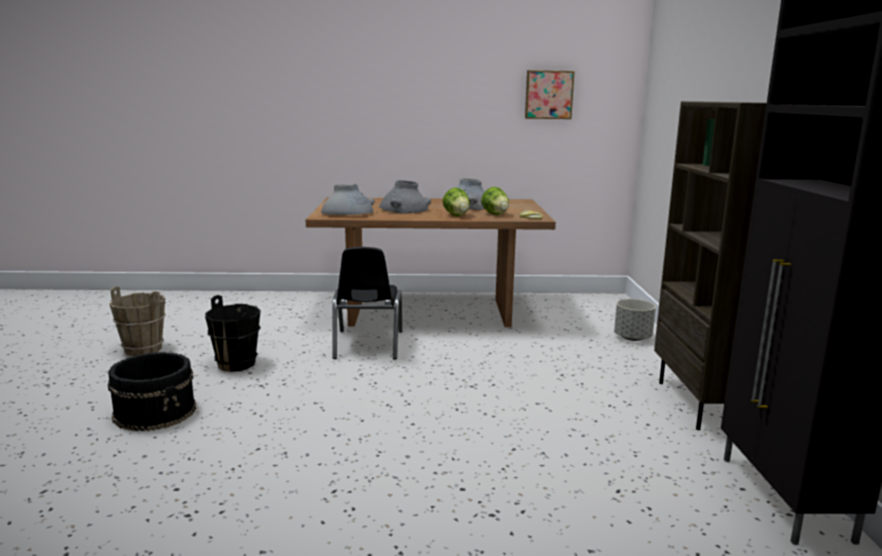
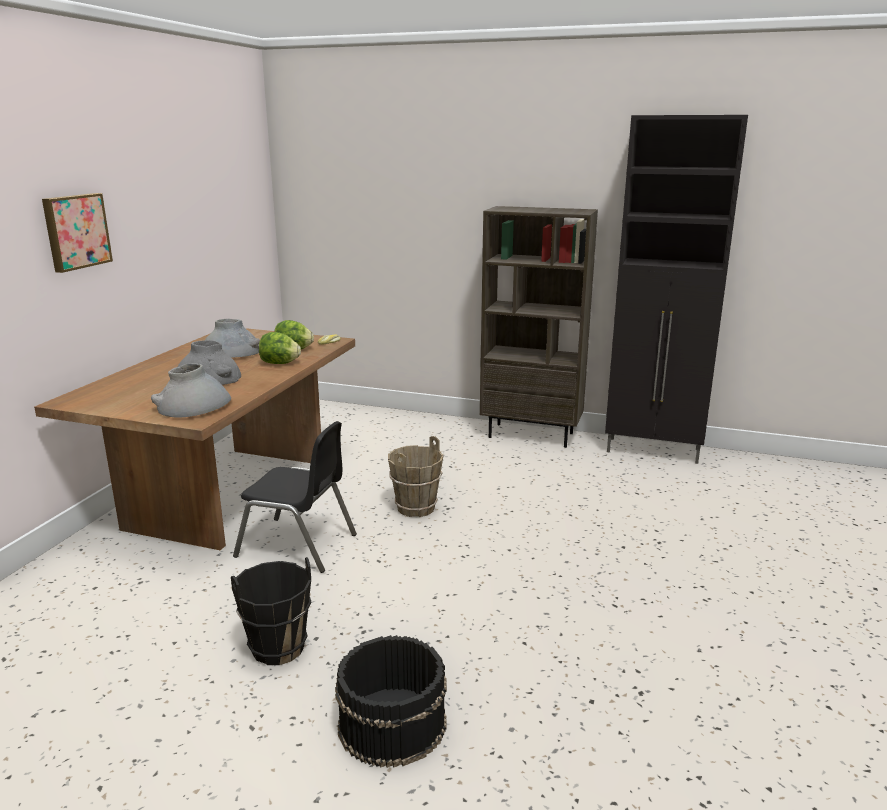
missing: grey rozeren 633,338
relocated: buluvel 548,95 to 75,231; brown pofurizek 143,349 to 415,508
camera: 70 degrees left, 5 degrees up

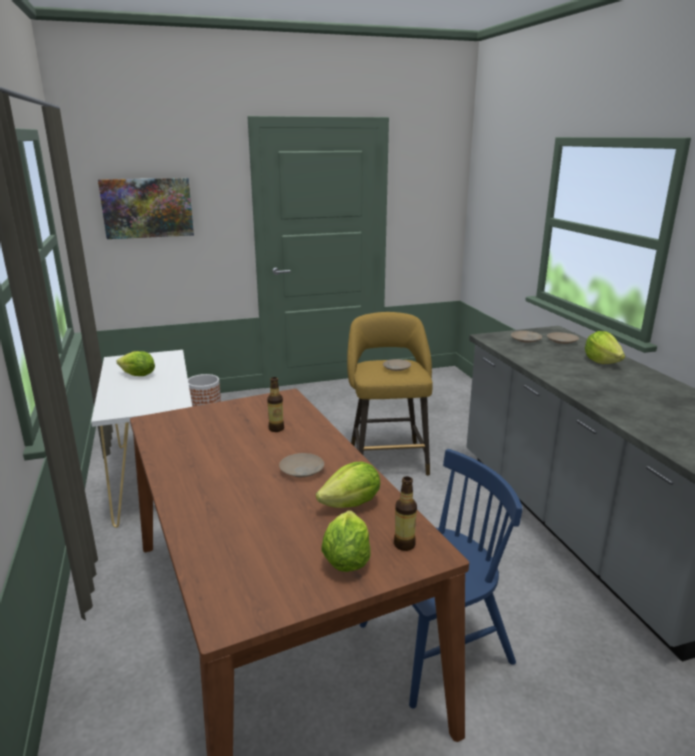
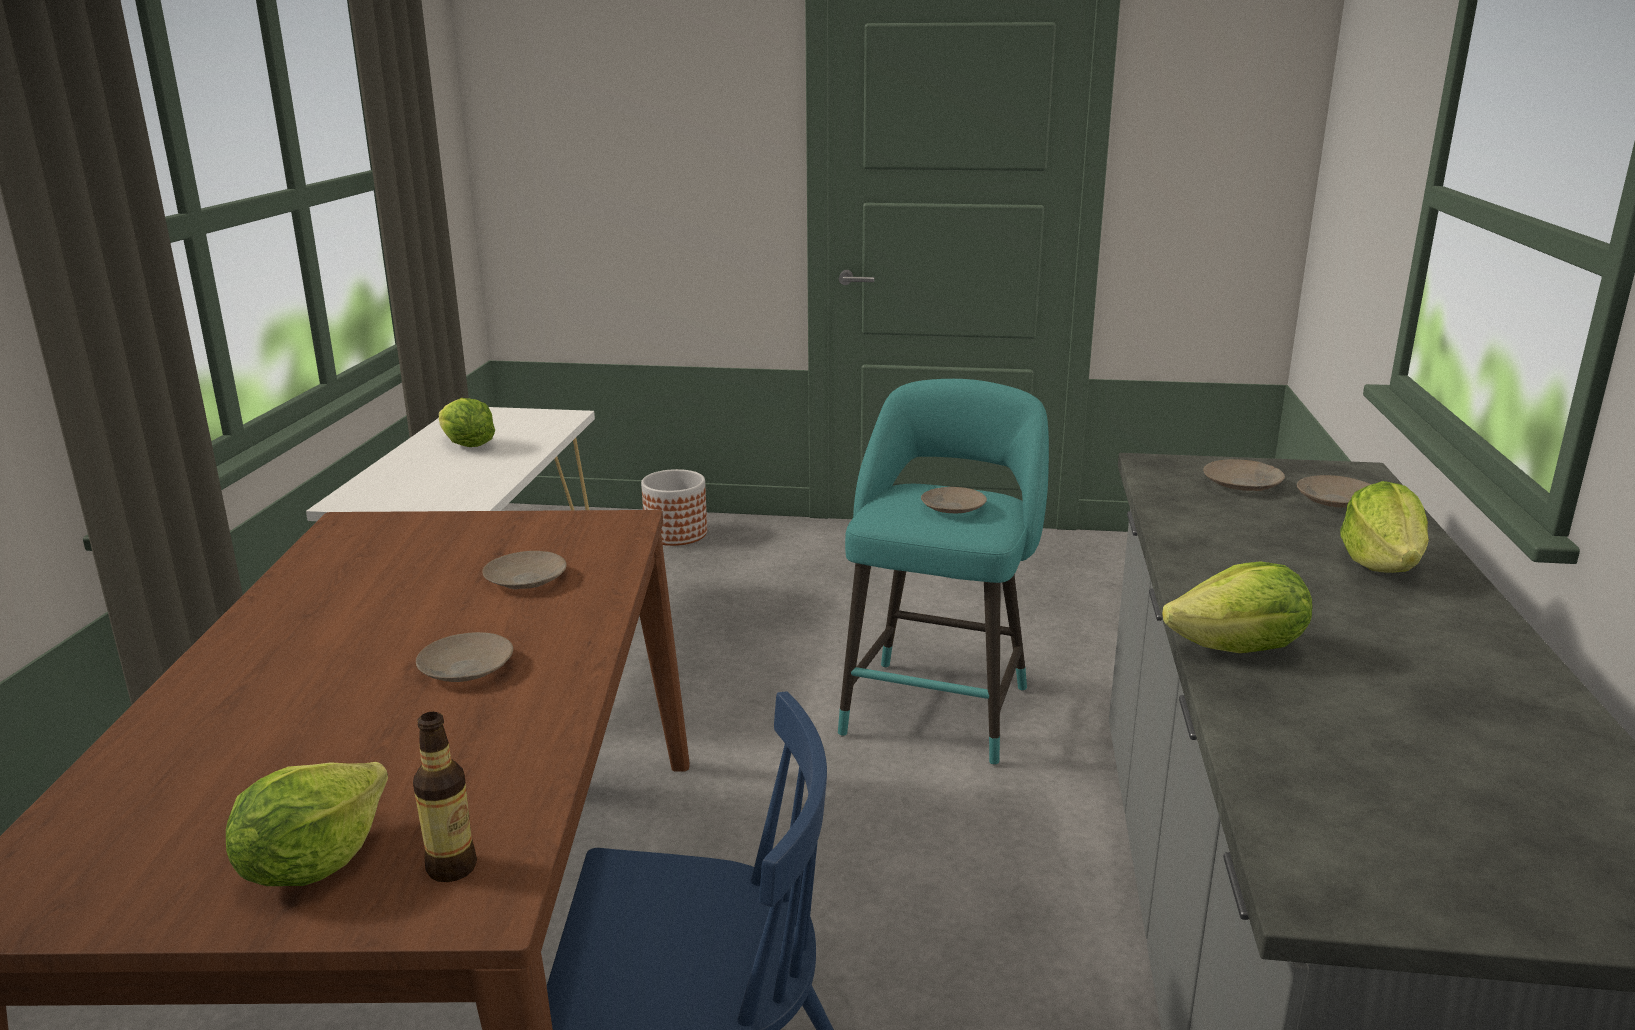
missing: buluvel 147,208
relocated: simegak 351,504 to 1239,650
exchanged: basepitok 276,429 to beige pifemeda 526,579
colour: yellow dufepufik 387,457 to turquoise dufepufik 938,705
camera: 25 degrees right, 0 degrees up

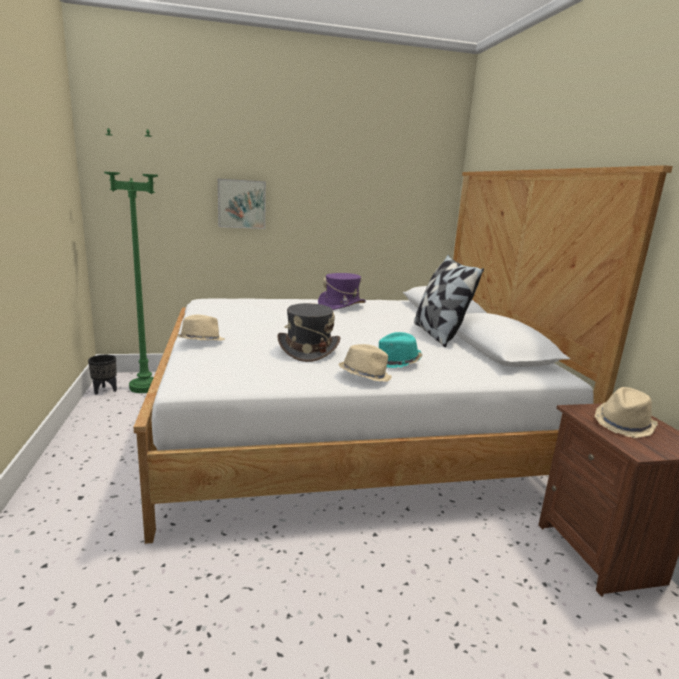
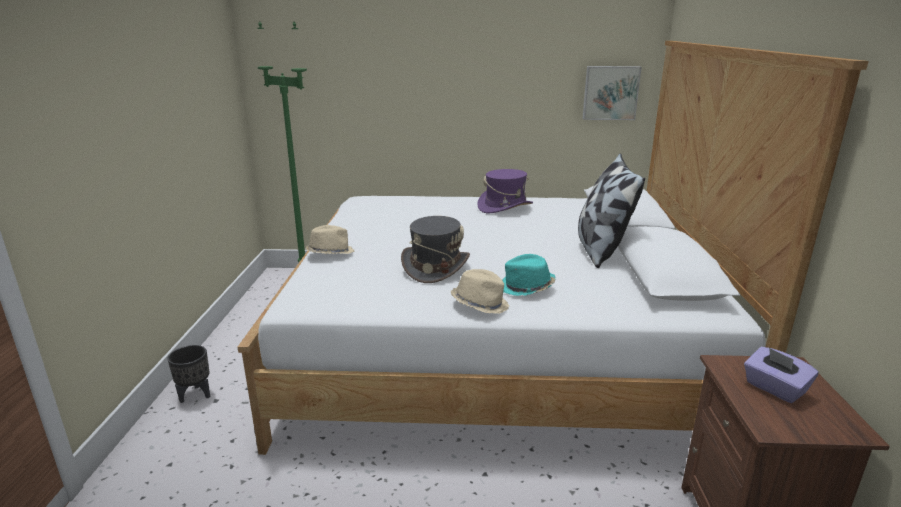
relocated: black rozeren 105,390 to 196,394; buluvel 241,204 to 610,93
exchanged: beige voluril 624,424 to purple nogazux 774,388
camera: 15 degrees right, 5 degrees up

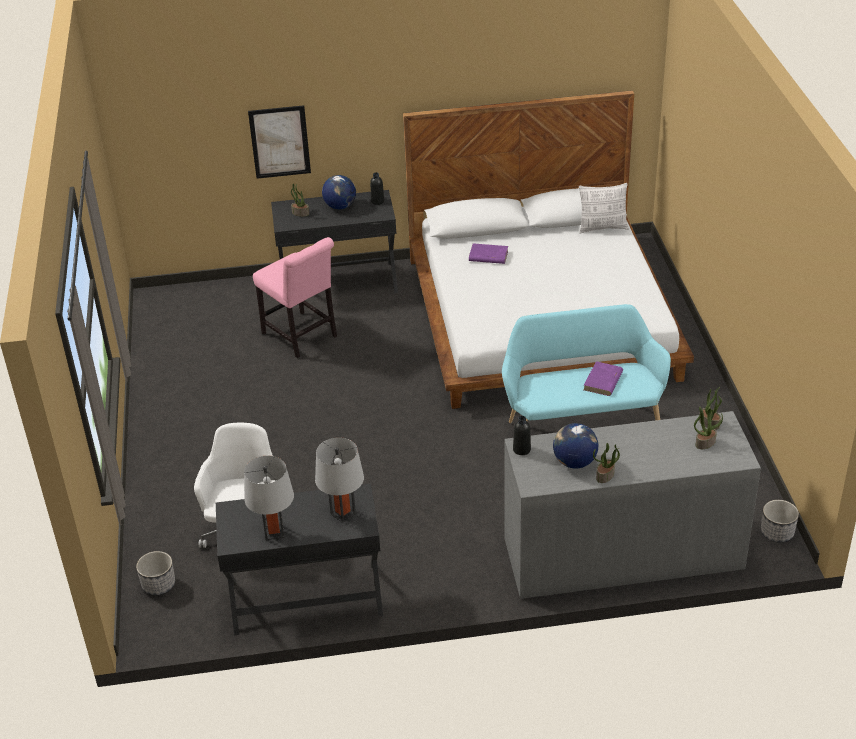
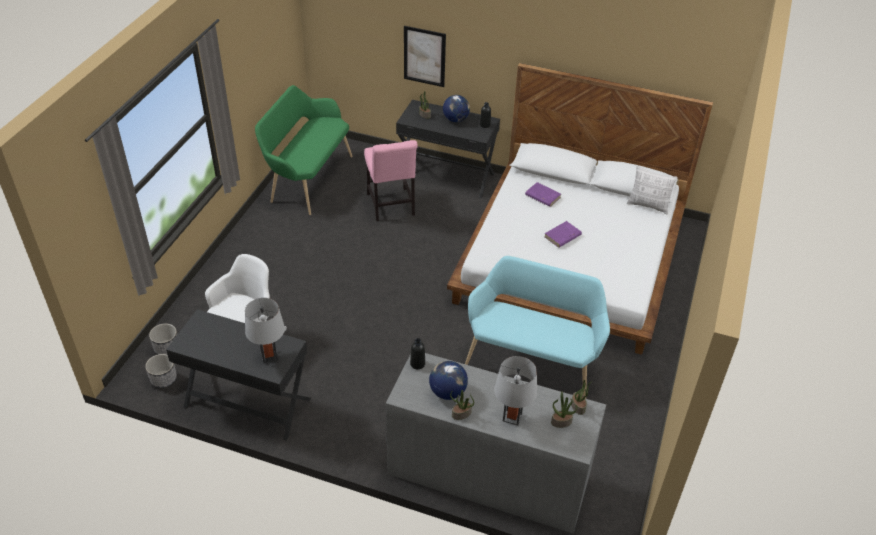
appeared: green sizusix 307,179
relocated: rozeren 777,533 to 163,379; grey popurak 274,532 to 512,417; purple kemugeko 603,381 to 562,236
camera: 25 degrees right, 5 degrees up

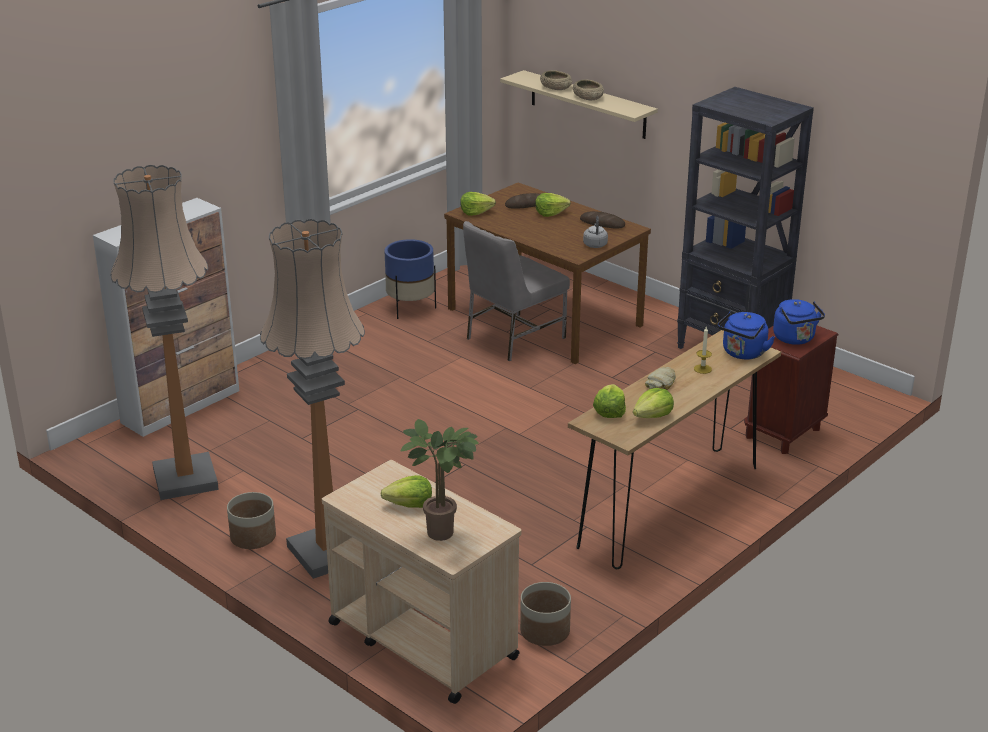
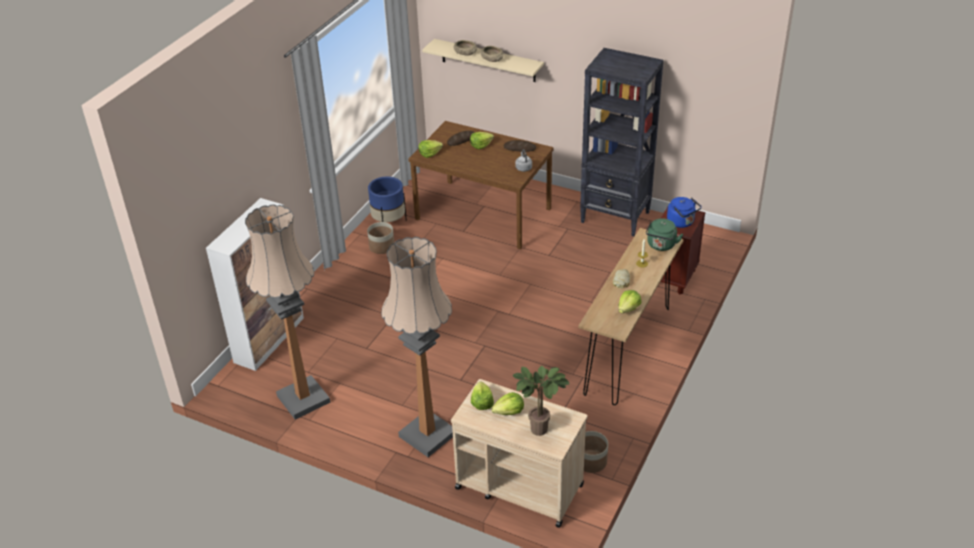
missing: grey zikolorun 513,338
relocated: rozeren 253,537 to 382,247; simegak 609,411 to 481,402
colour: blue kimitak 743,353 to green kimitak 661,246
camera: 15 degrees left, 10 degrees up

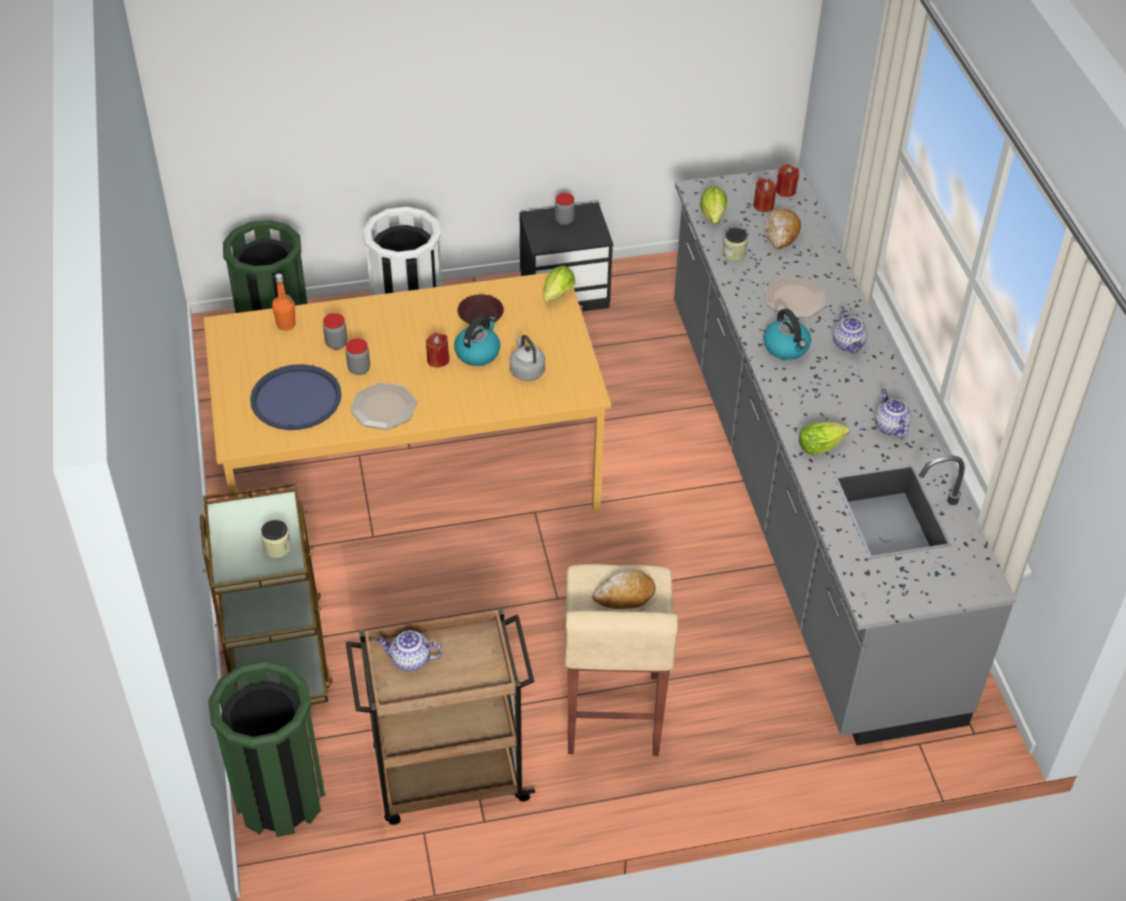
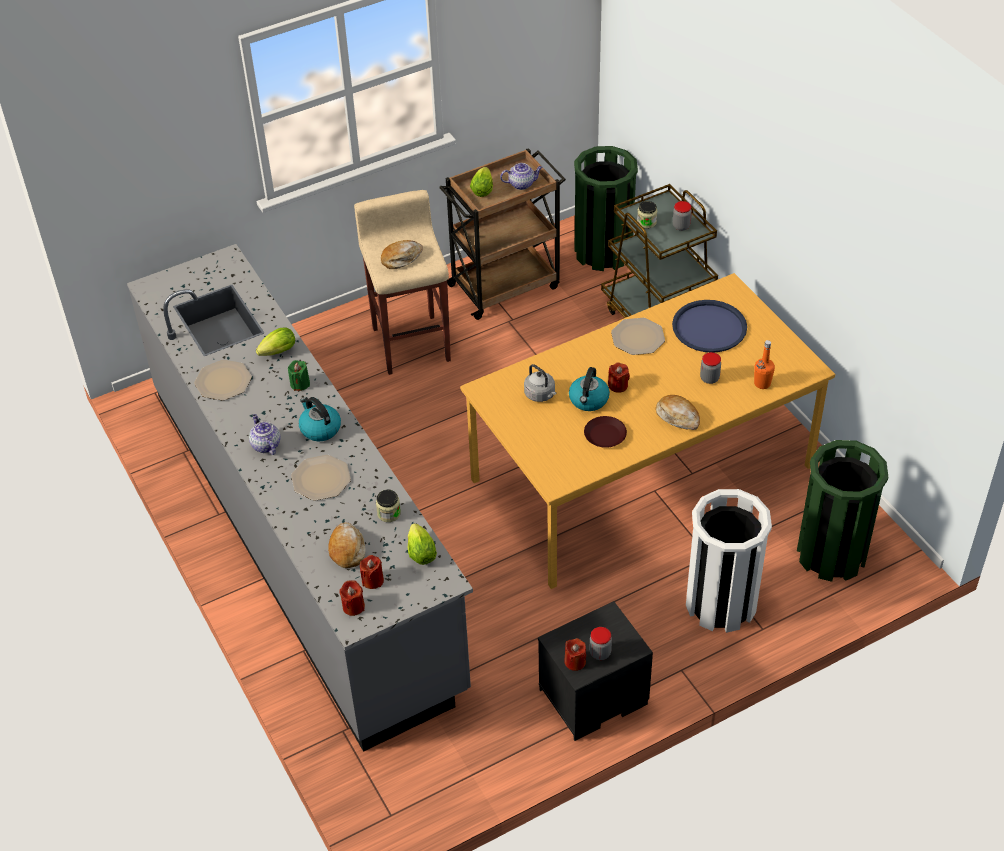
appeared: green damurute 300,384; red damurute 575,662; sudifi 678,416
relocated: simegak 556,296 to 483,189; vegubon 359,369 to 681,226
exchanged: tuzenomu 890,426 to pifemeda 224,381
camera: 165 degrees right, 0 degrees up

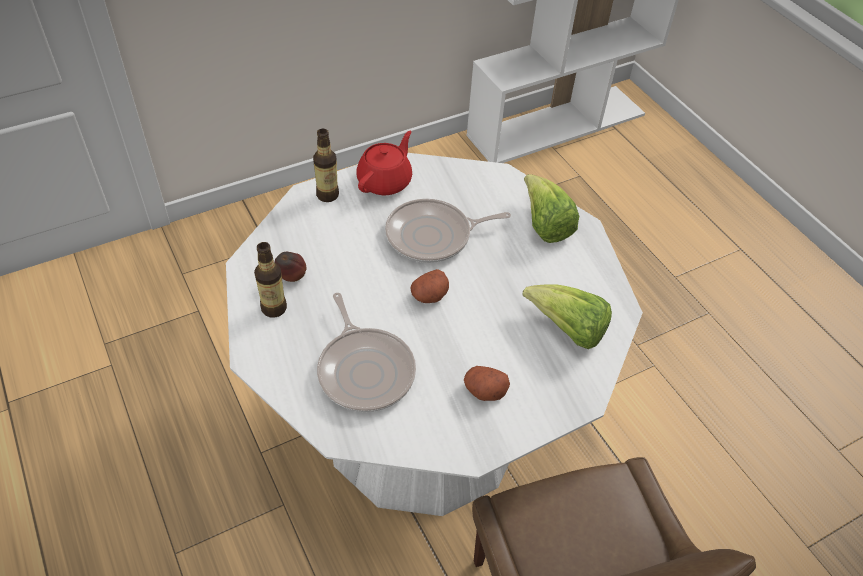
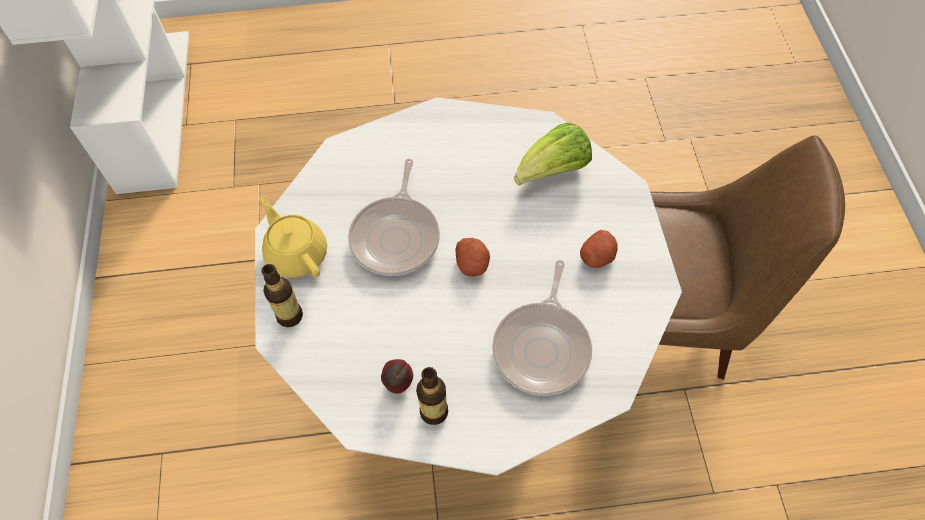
missing: simegak 545,225
colour: red tuzenomu 385,181 to yellow tuzenomu 297,254
spun: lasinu 365,370 = 543,347 105 degrees clockwise
camera: 65 degrees left, 10 degrees up

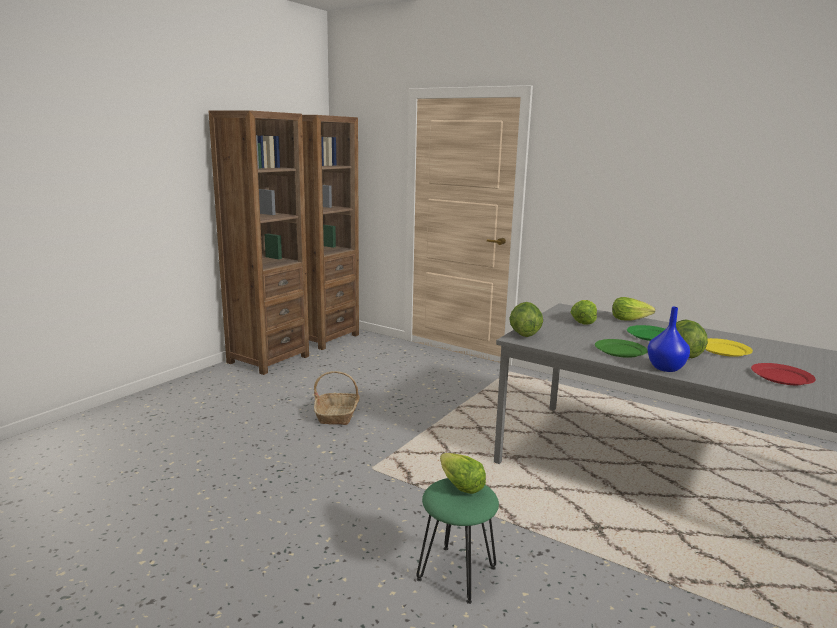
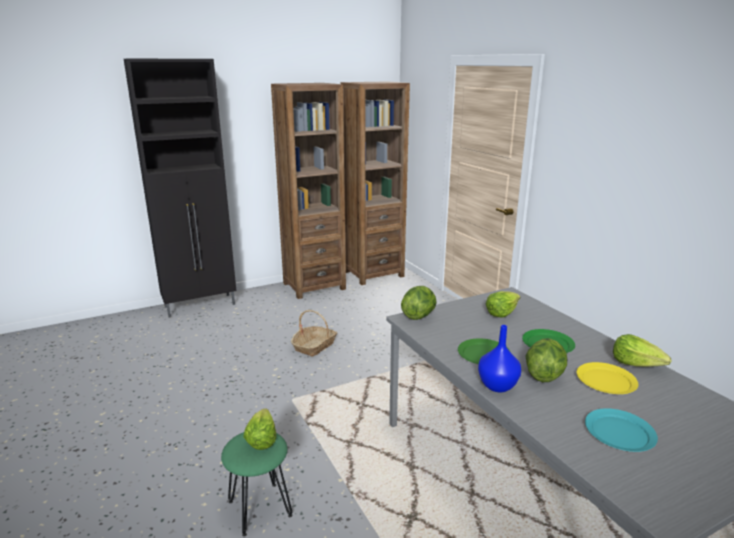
appeared: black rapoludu 201,305
relocated: simegak 629,319 to 636,364
colour: red pifemeda 782,376 to turquoise pifemeda 620,432
camera: 30 degrees right, 5 degrees up

